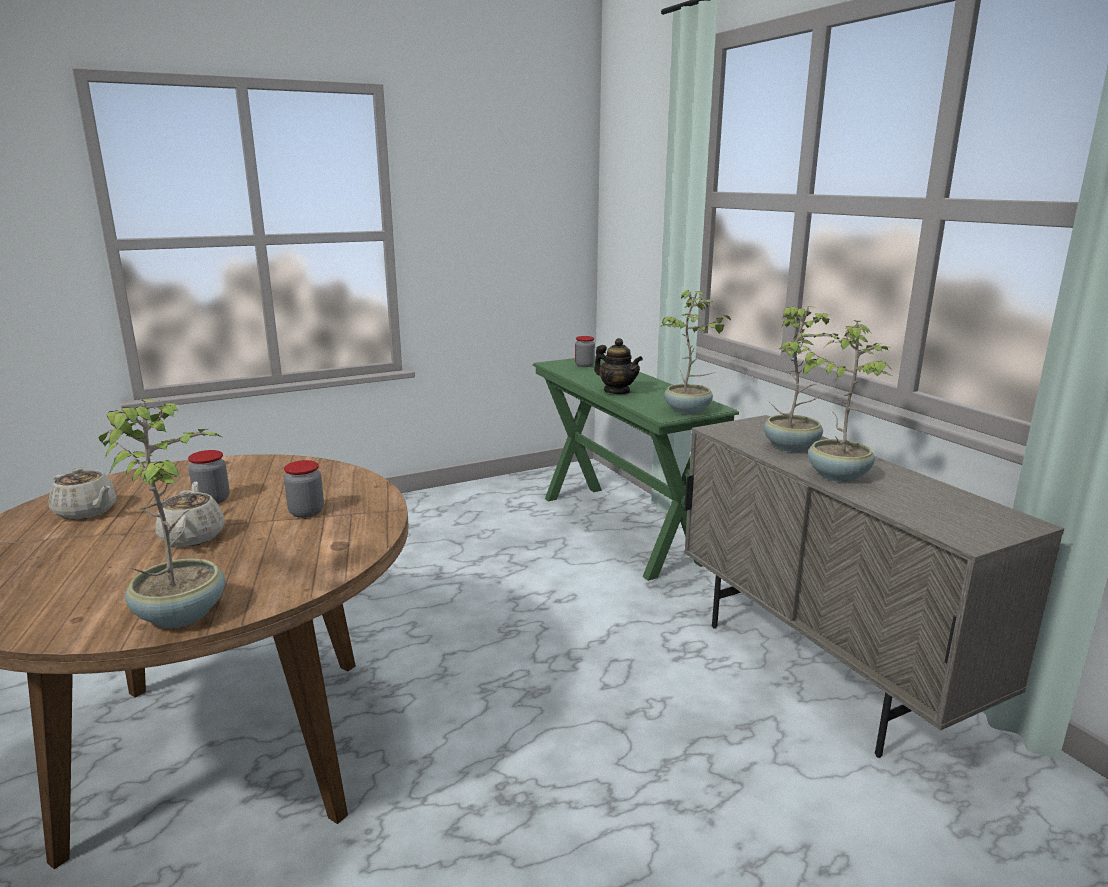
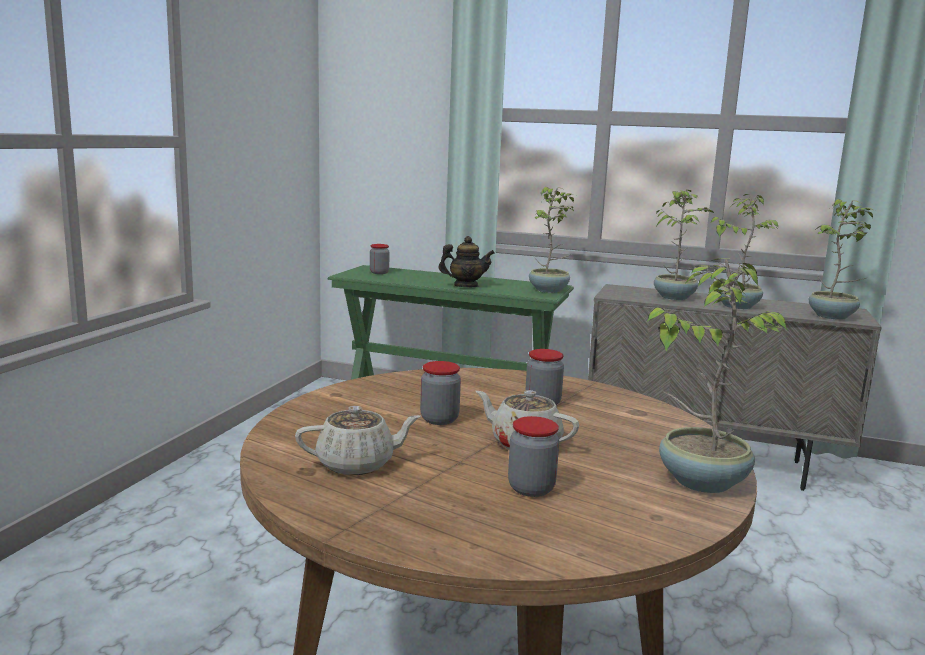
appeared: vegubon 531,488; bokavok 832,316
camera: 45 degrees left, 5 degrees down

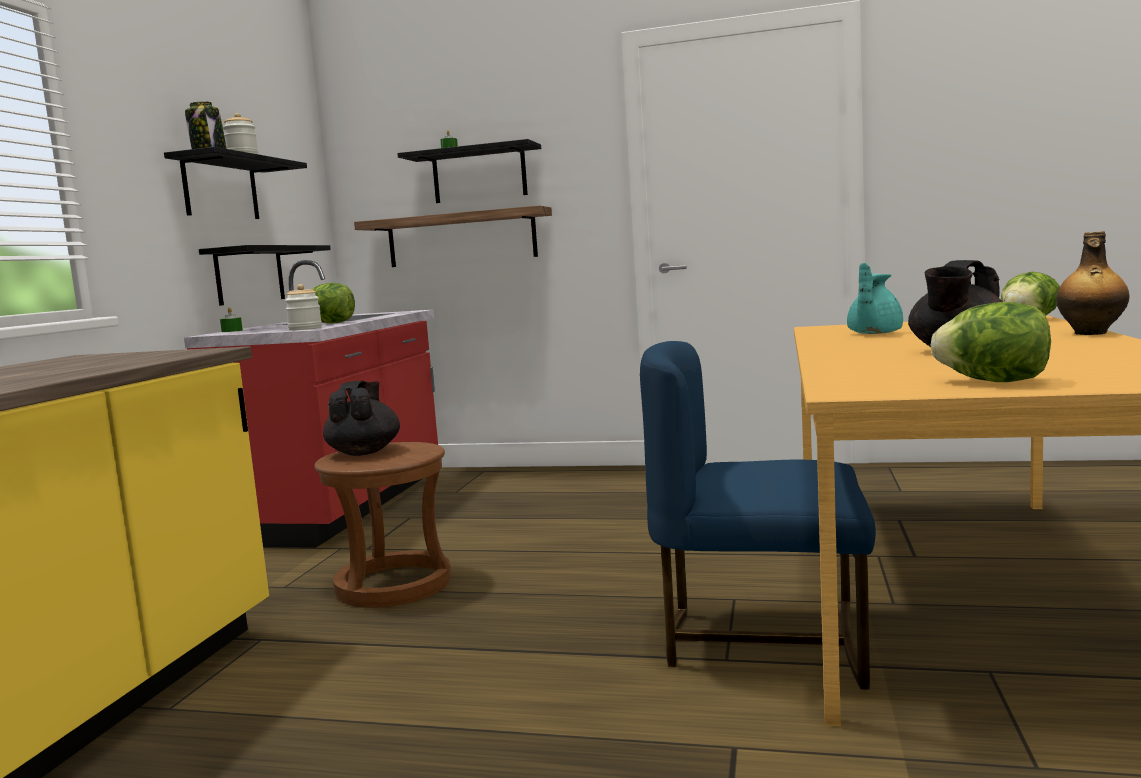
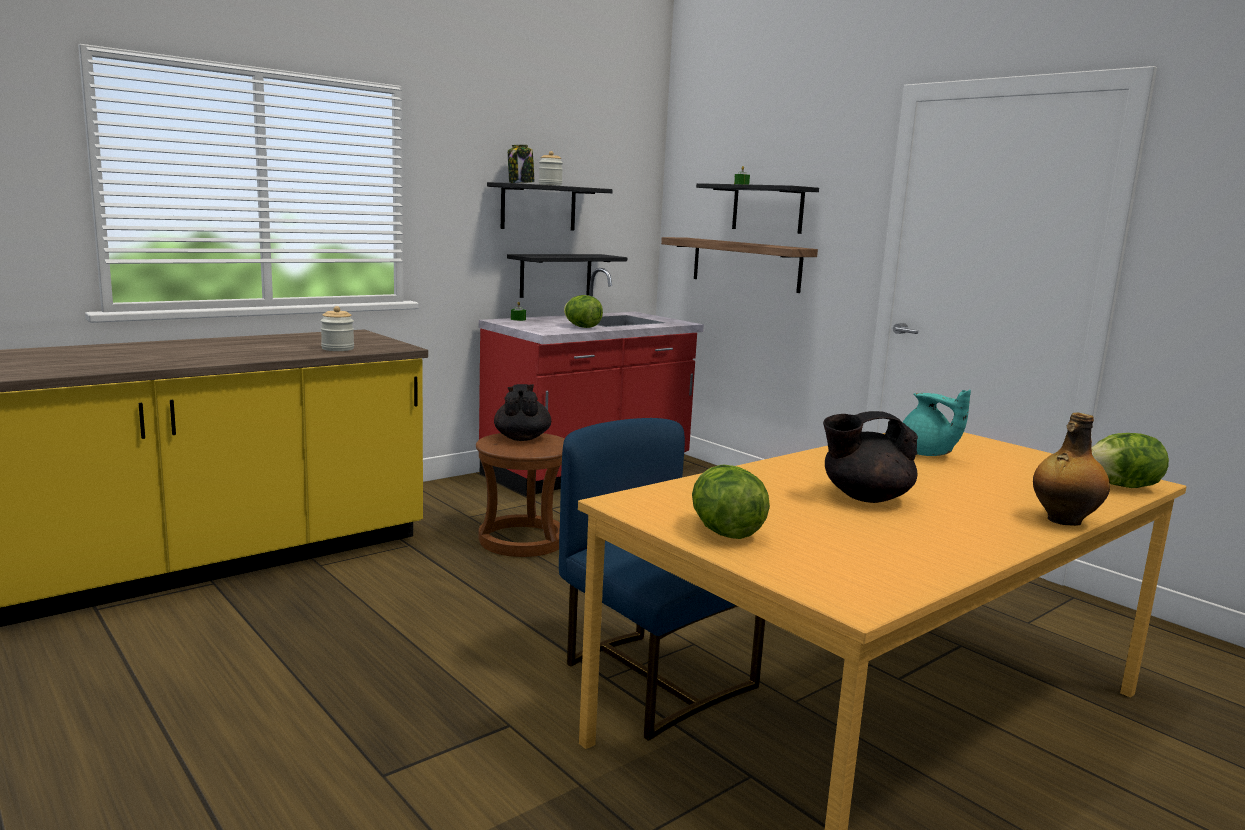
relocated: vegubon 305,328 to 337,349
spun: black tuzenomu 364,452 = 522,438 45 degrees counterclockwise; turquoise tuzenomu 873,333 = 926,454 105 degrees counterclockwise
camera: 35 degrees right, 5 degrees up

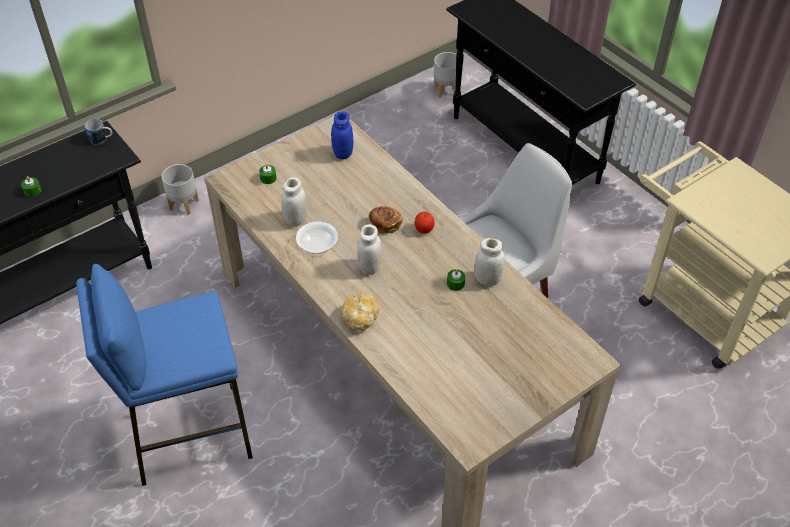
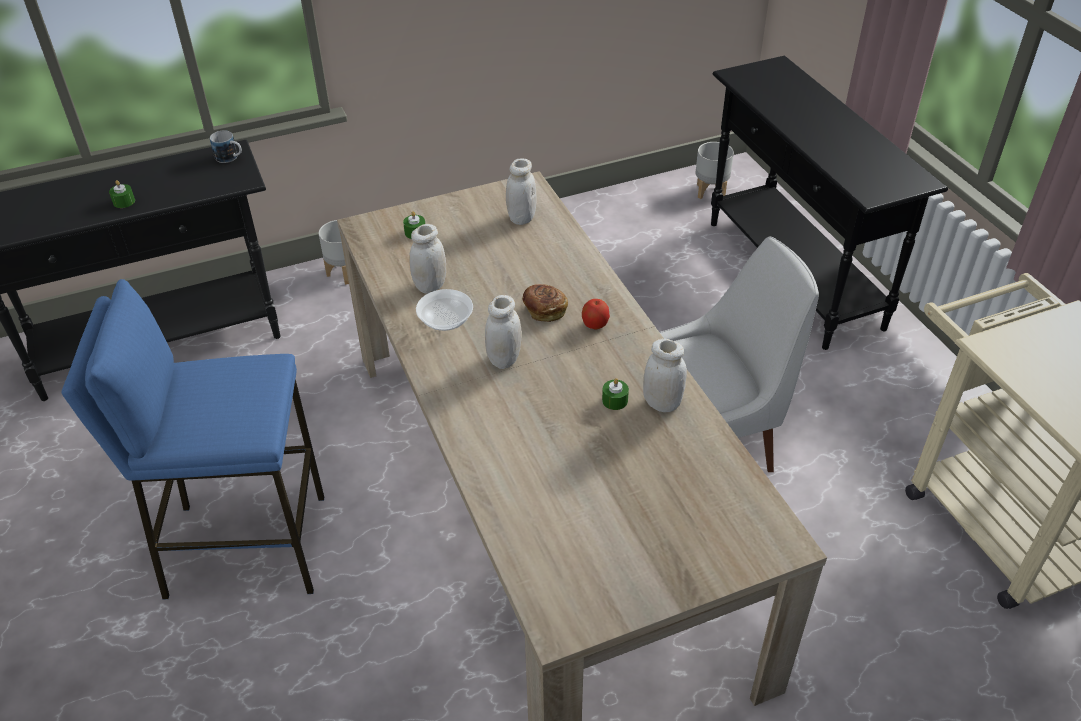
missing: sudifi 360,317
colour: blue vegubon 343,153 to white vegubon 521,218
camera: 15 degrees right, 5 degrees down

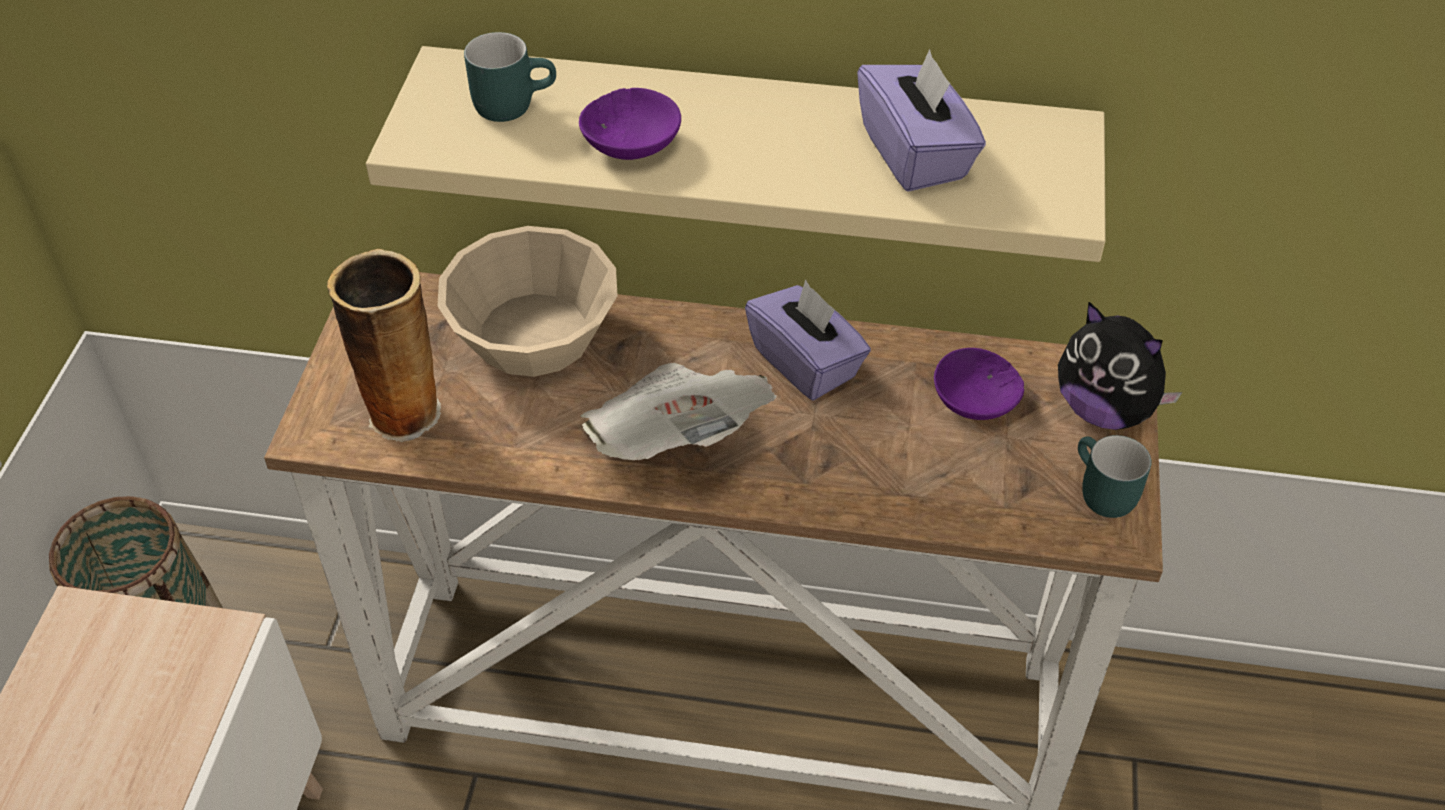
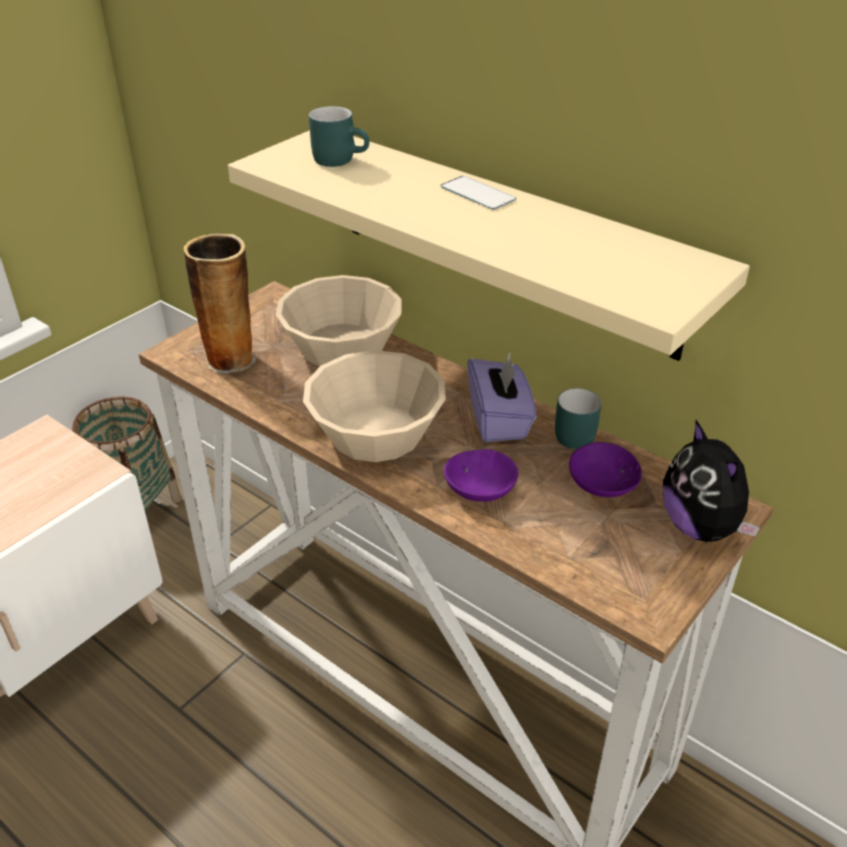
missing: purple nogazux 915,154
appeared: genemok 477,193
relocated: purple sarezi 632,145 to 480,490; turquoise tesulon 1099,493 to 570,433
exchanged: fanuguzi 676,440 to beige sarezi 375,431
camera: 30 degrees right, 10 degrees down

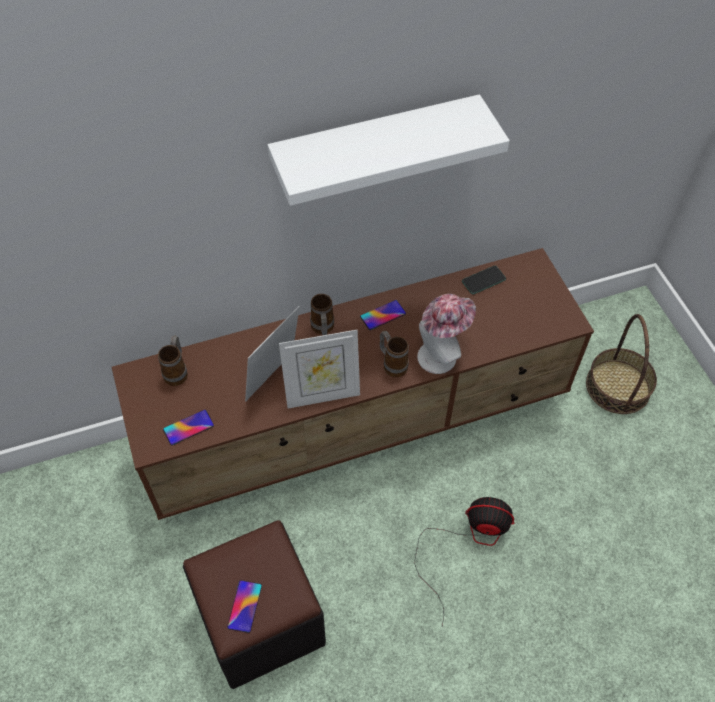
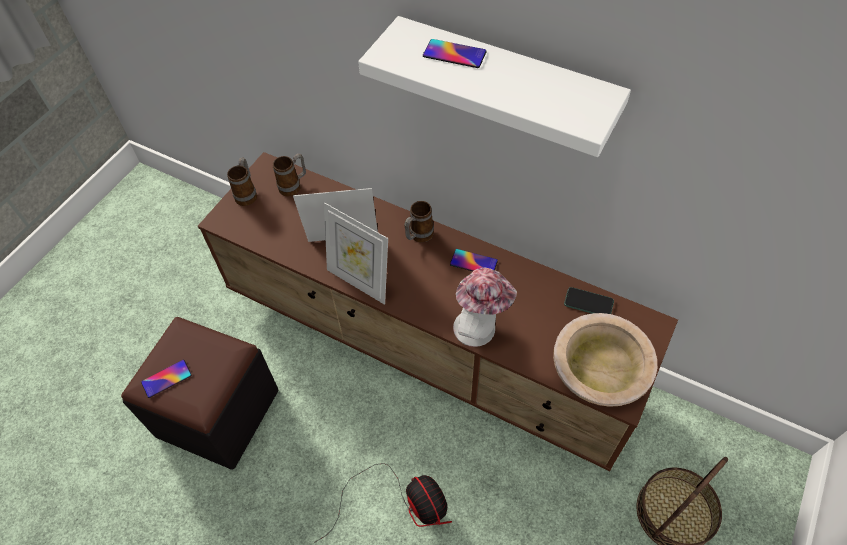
appeared: beige sarezi 600,367
relocated: tesulon 392,364 to 247,194; genemok 188,427 to 454,54
camera: 50 degrees right, 0 degrees up

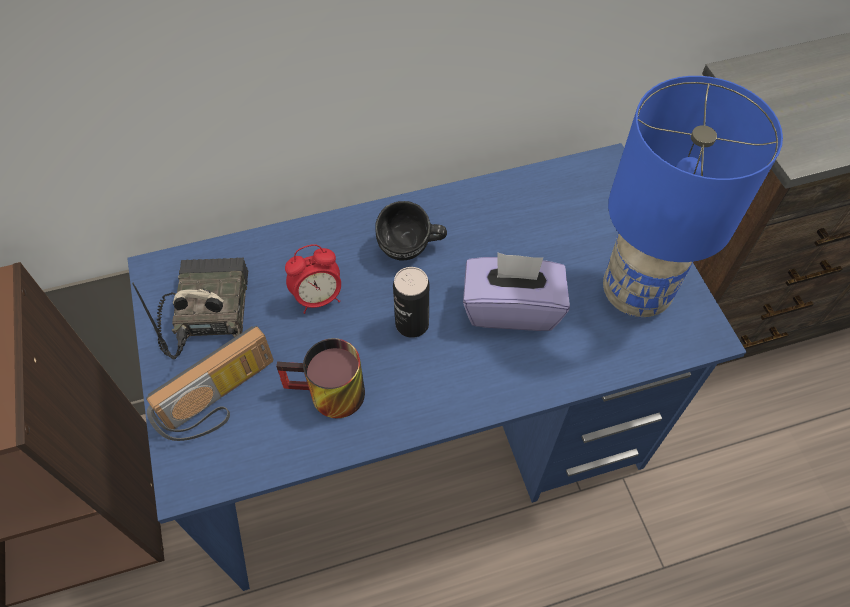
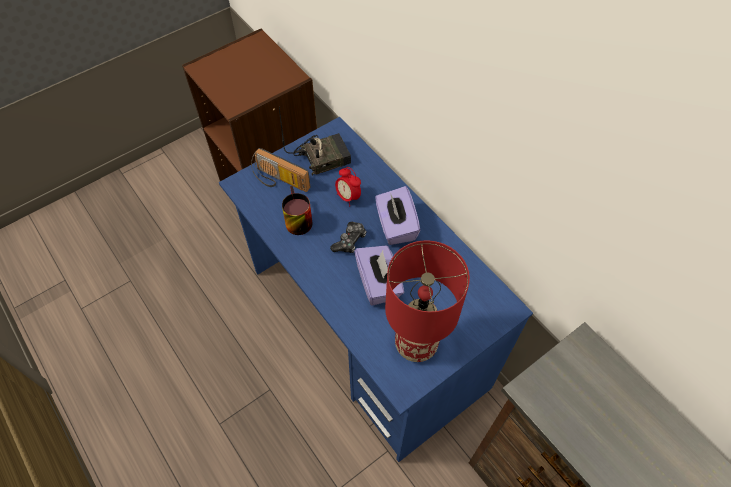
exchanged: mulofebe 412,324 to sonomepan 349,241; black tesulon 411,250 to purple nogazux 396,226
colour: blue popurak 637,292 to red popurak 416,345
camera: 70 degrees right, 0 degrees up

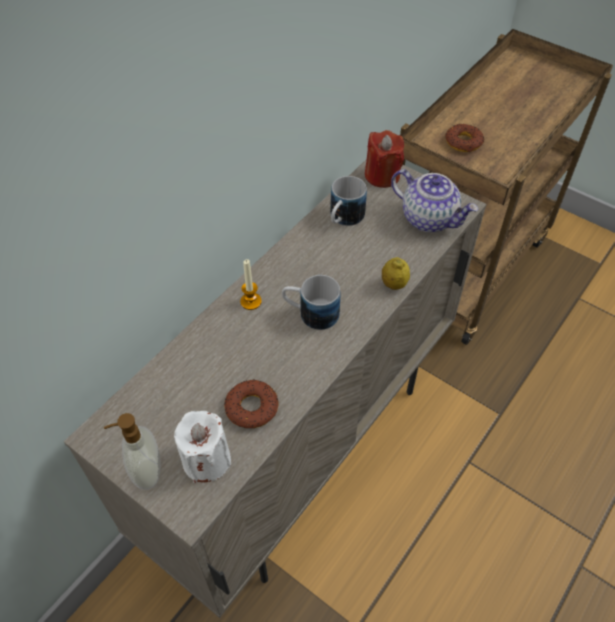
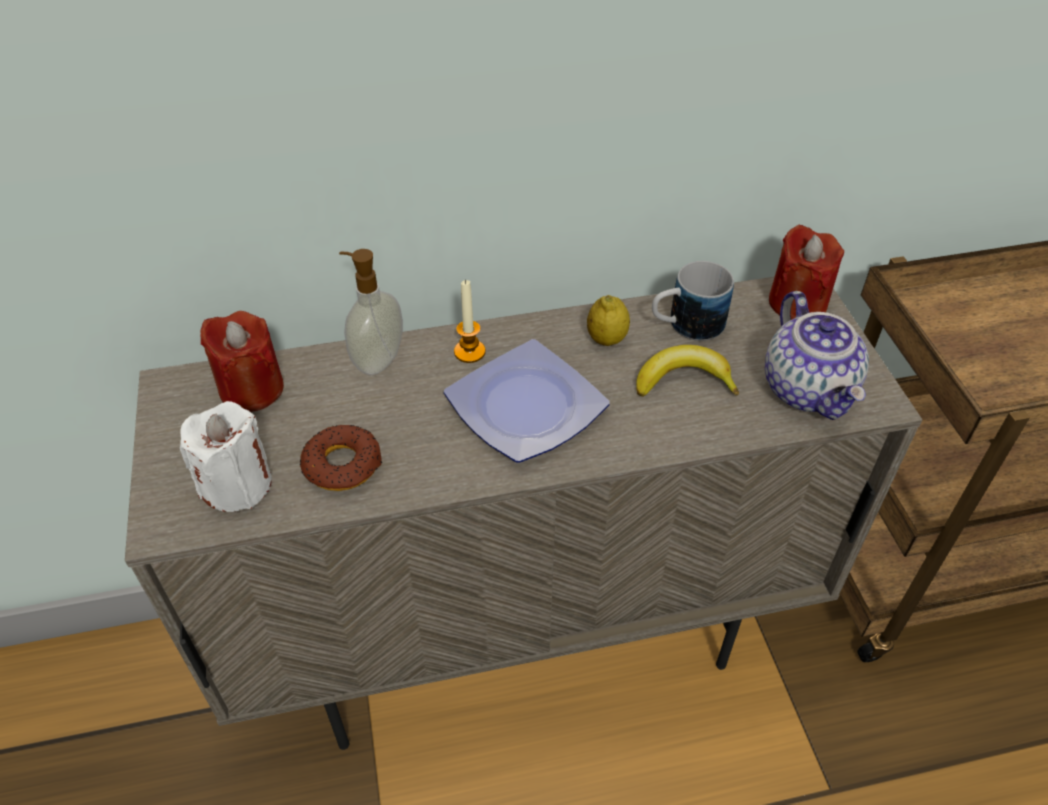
missing: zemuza 463,142
appeared: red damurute 251,389; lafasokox 683,380
relocated: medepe 146,472 to 377,359; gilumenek 394,284 to 606,339
exchanged: tesulon 310,314 to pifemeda 522,407
camera: 40 degrees right, 5 degrees down

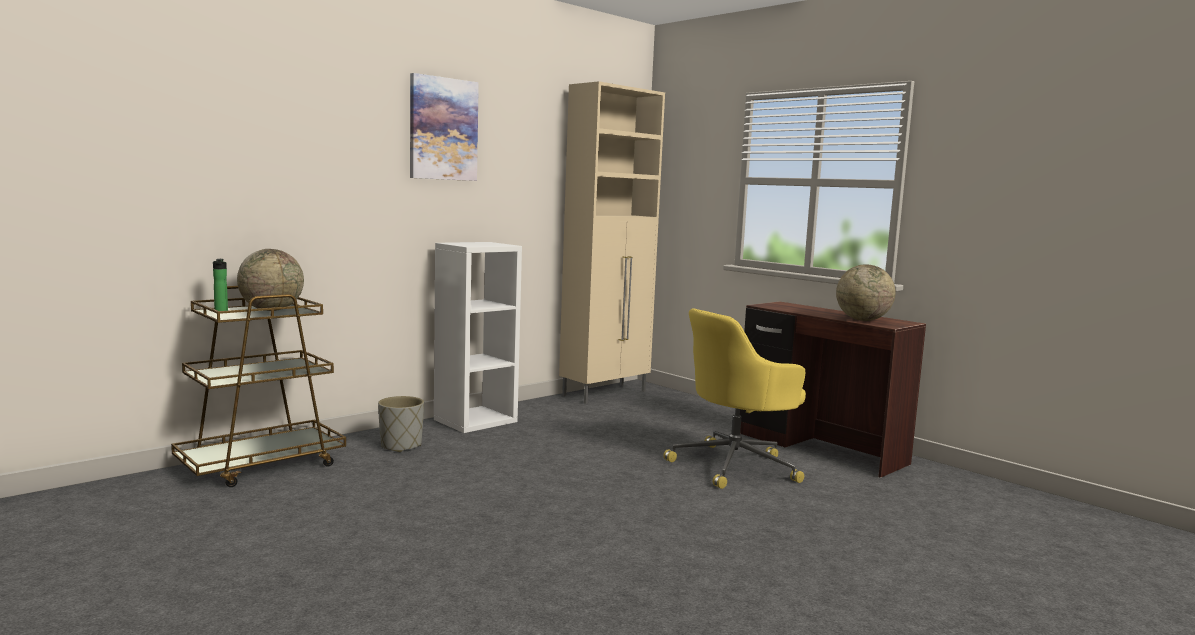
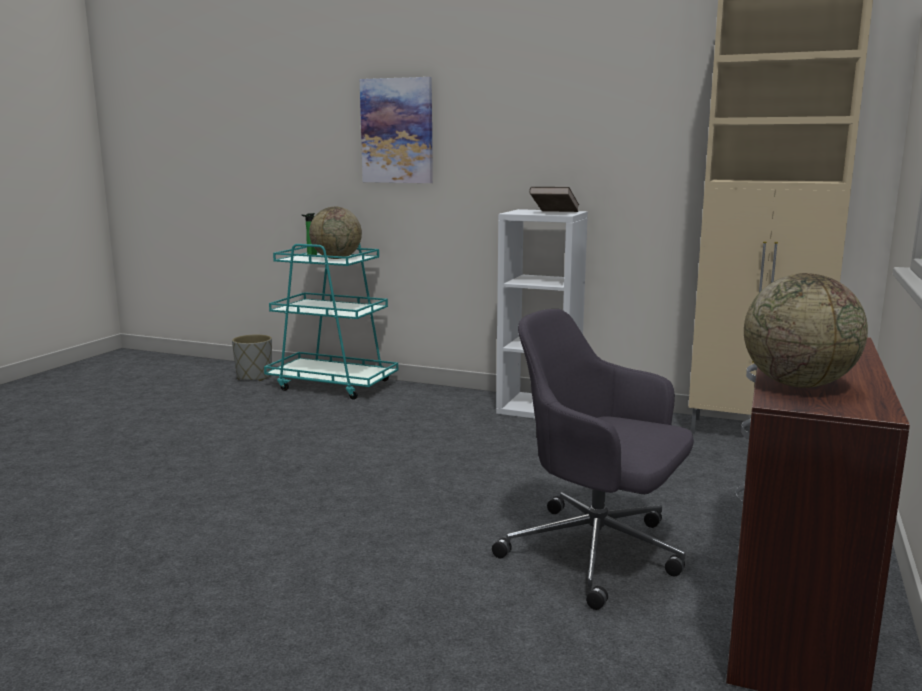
appeared: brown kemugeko 554,213
relocated: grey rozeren 401,445 to 254,377; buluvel 443,129 to 397,131
colour: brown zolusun 262,465 to turquoise zolusun 333,385; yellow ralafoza 735,466 to grey ralafoza 597,553
camera: 65 degrees right, 5 degrees up

